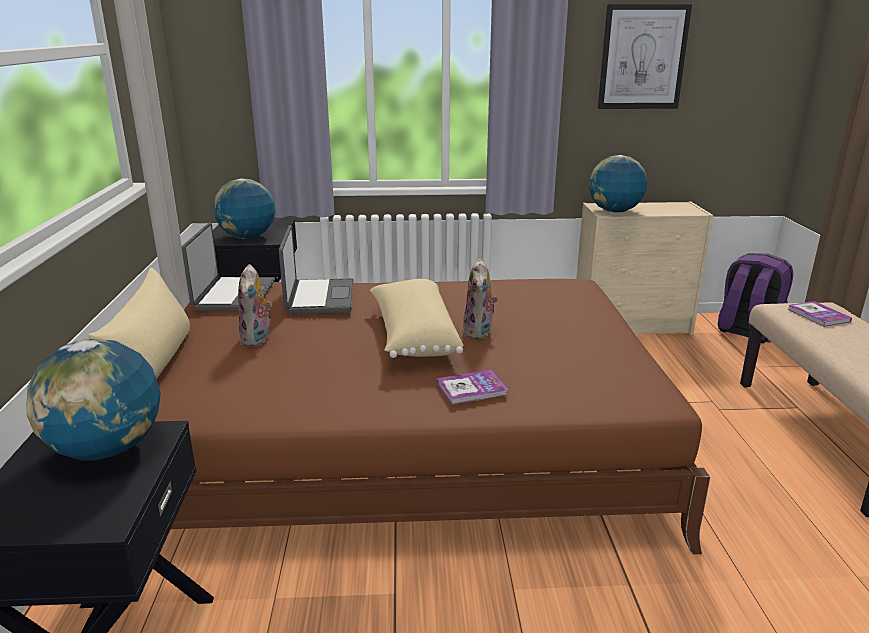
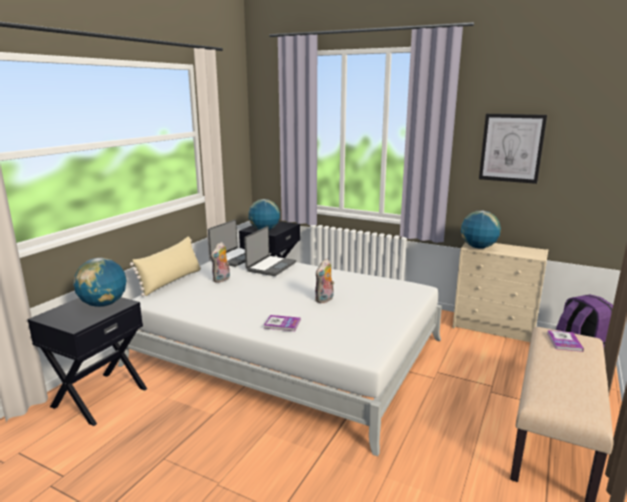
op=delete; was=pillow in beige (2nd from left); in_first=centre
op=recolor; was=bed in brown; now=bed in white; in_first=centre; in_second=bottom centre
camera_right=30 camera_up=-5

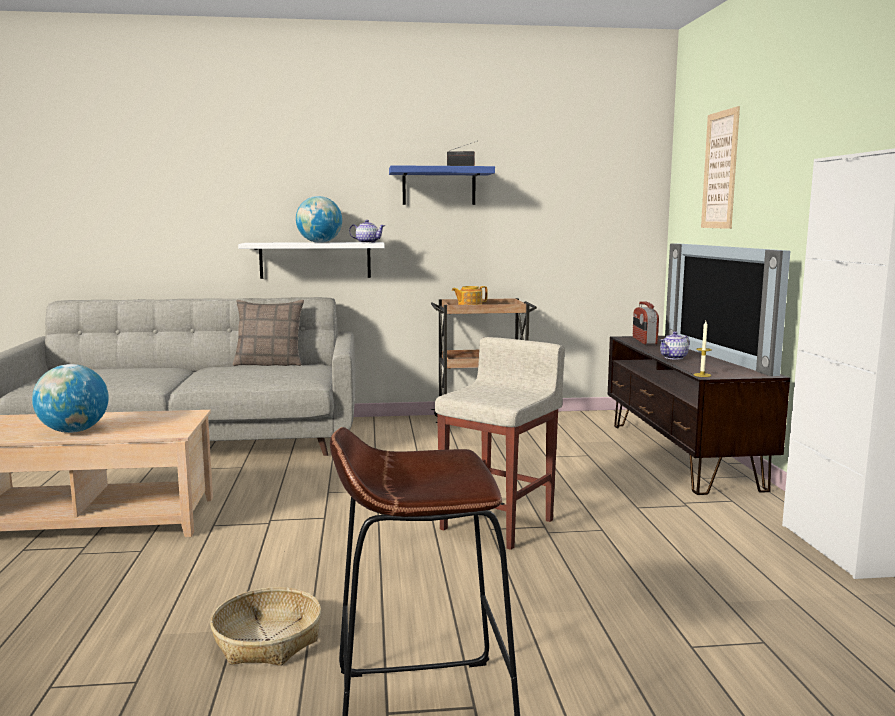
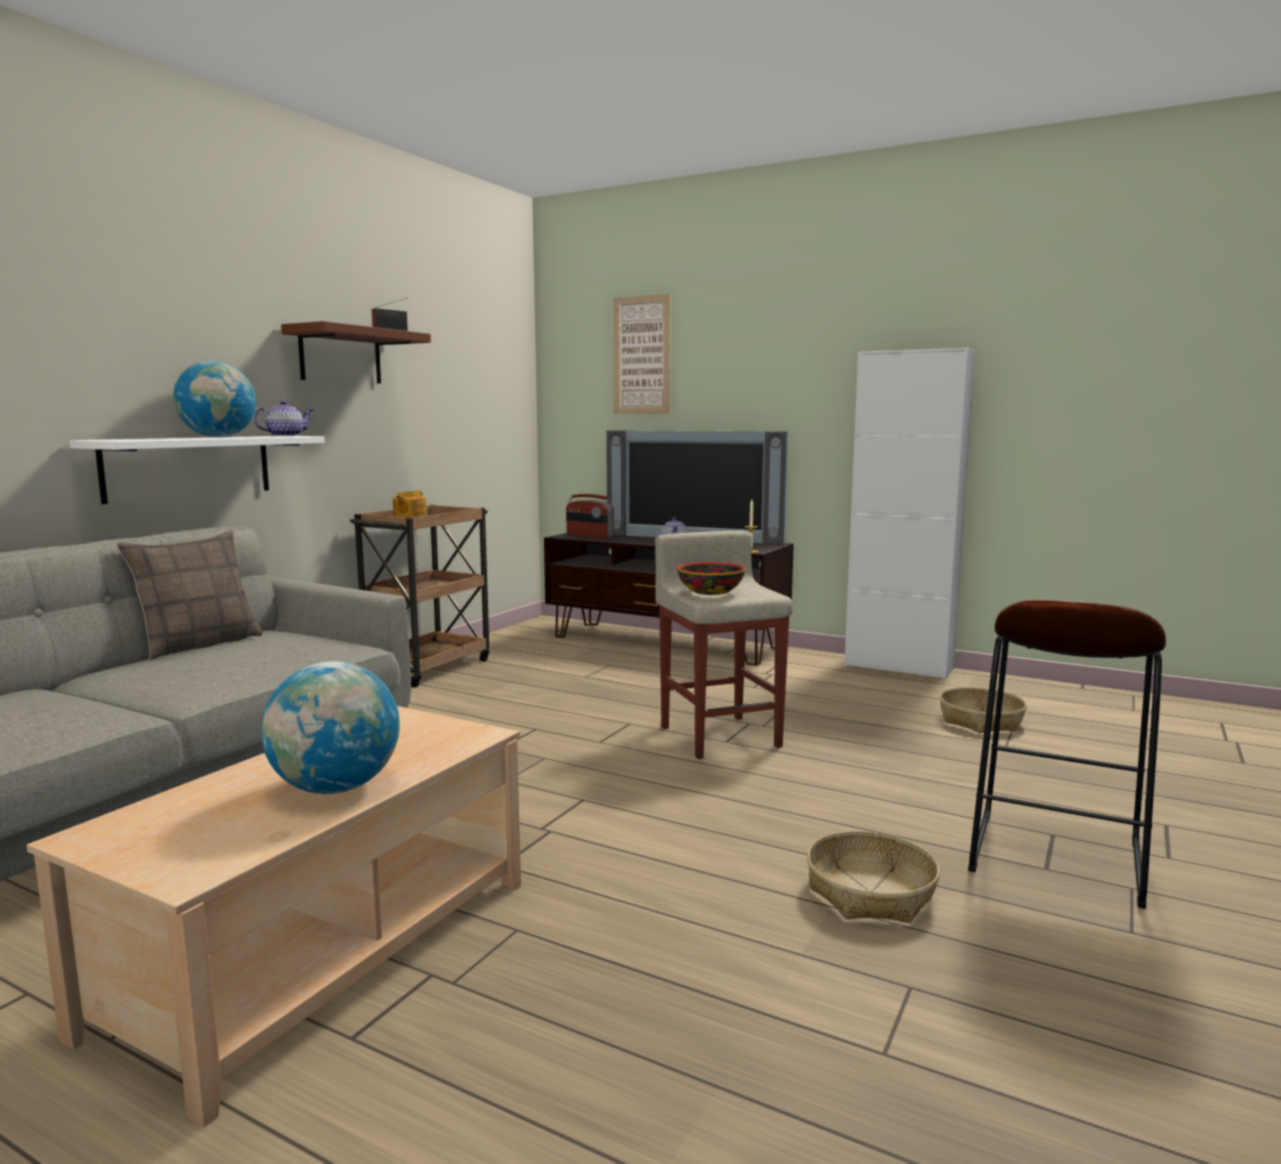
op=insert; now=bowl; in_second=centre
op=insert; now=basket (2nd from left); in_second=middle right
op=recolor; was=shelf in blue; now=shelf in brown; in_first=top centre; in_second=top left
camera_right=-55 camera_up=0

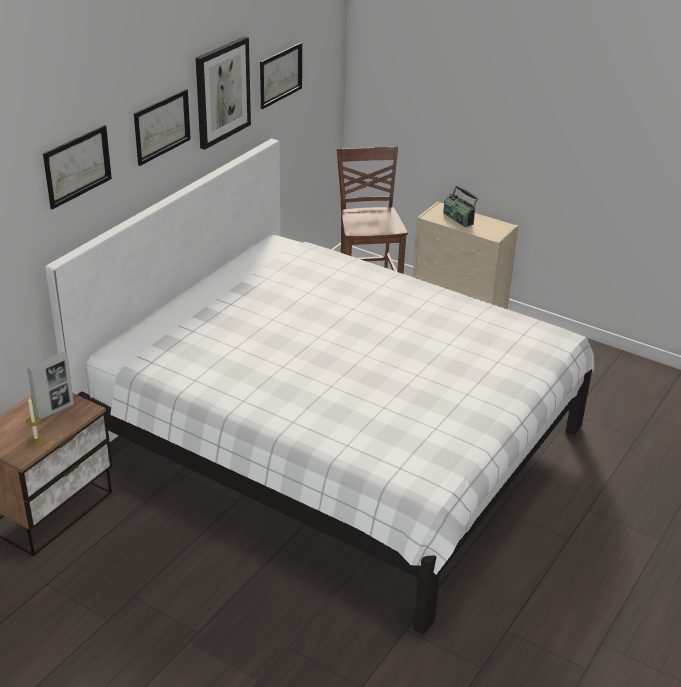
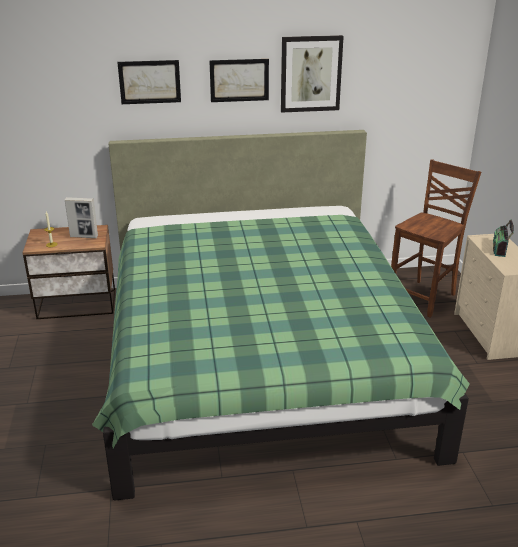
op=delete; was=picture (4th from left); in_first=top centre
op=recolor; was=bed in white; now=bed in green; in_first=centre; in_second=centre
camera_right=50 camera_up=-5

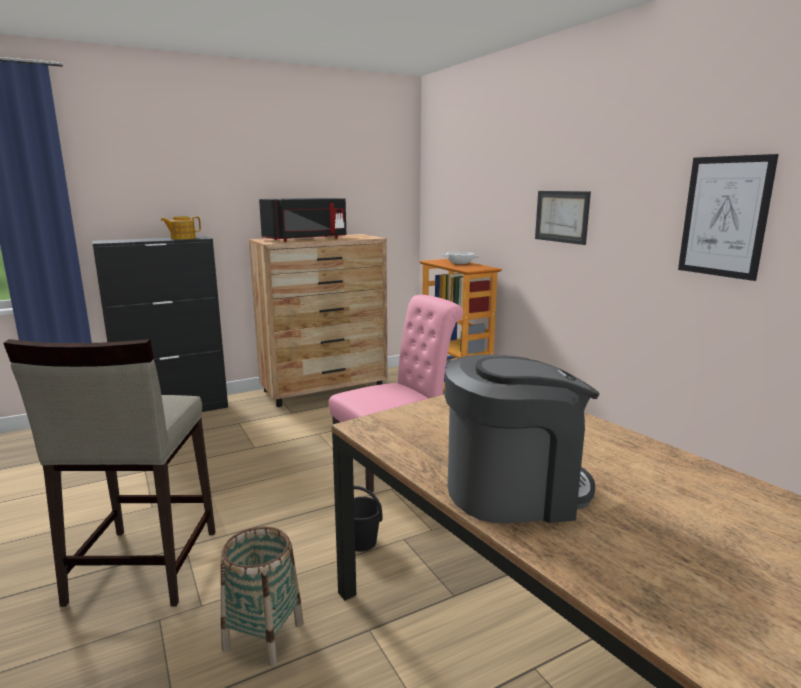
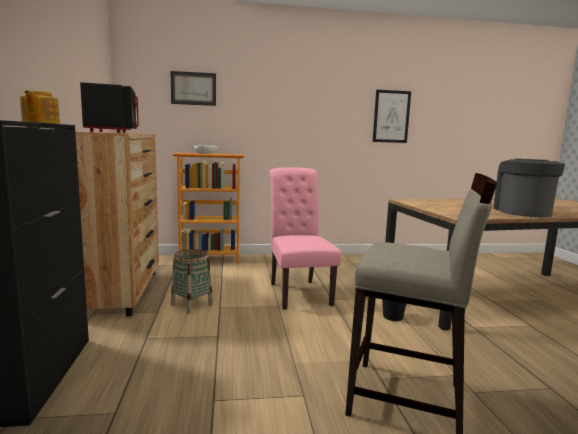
op=move; was=basket; in_first=bottom left; in_second=middle left
op=move; was=picture (1st from left); in_first=top right; in_second=top centre
camera_right=-70 camera_up=-5

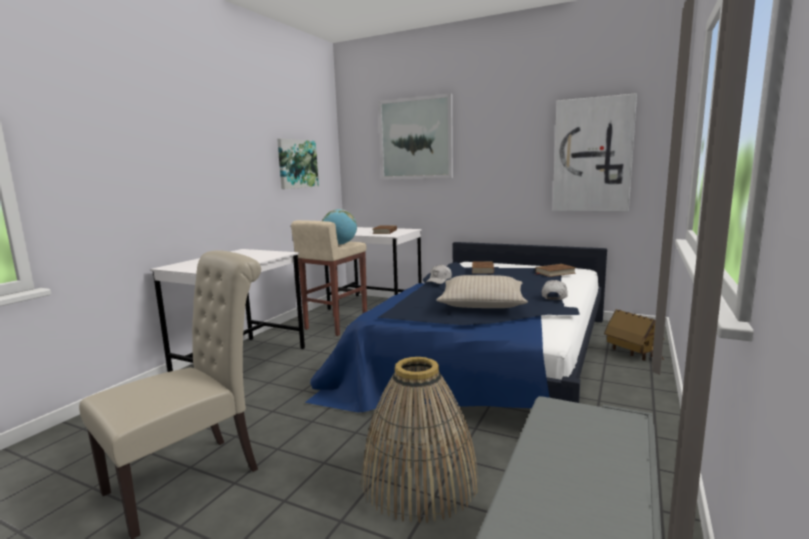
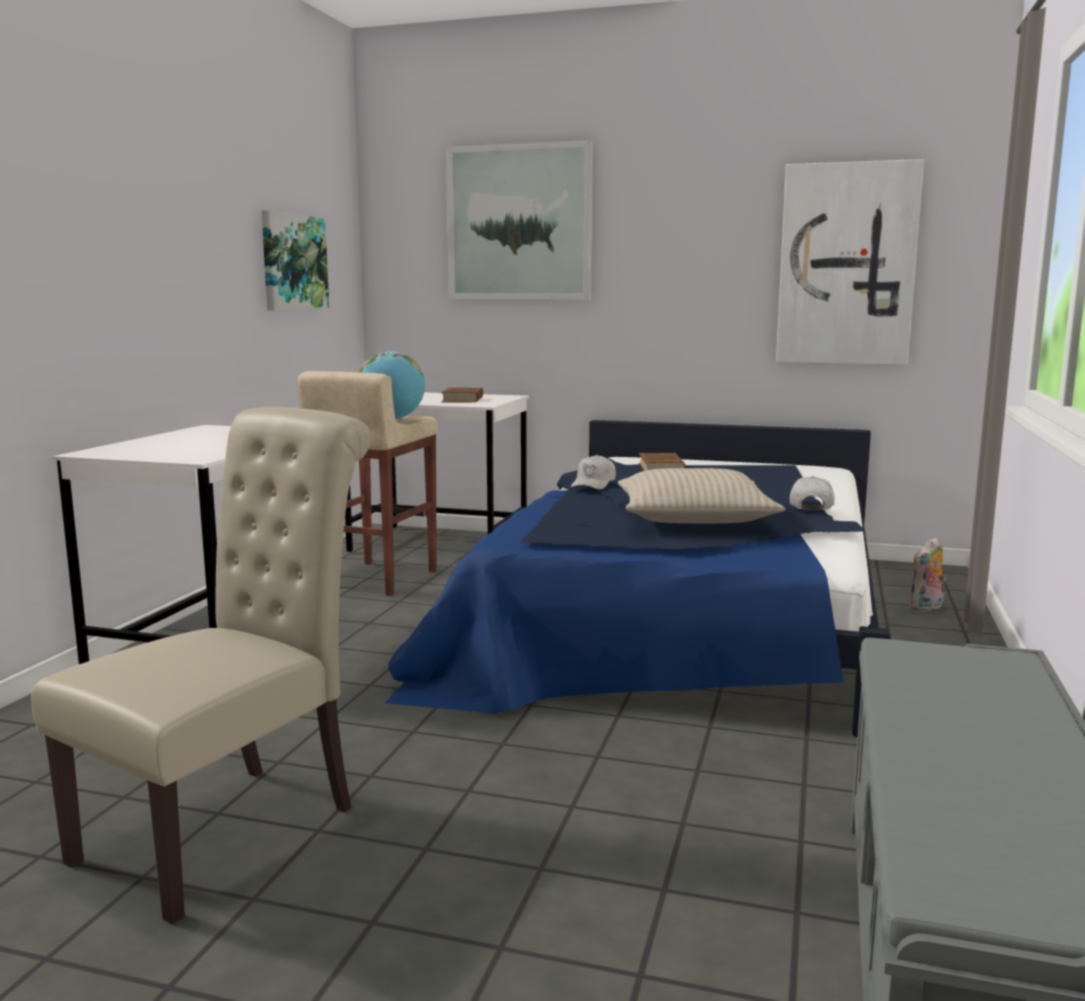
op=delete; was=basket; in_first=bottom centre
op=delete; was=book in brown (3rd from left); in_first=middle right
op=replace; was=toy house; now=plush toy; in_first=middle right; in_second=middle right
camera_right=-10 camera_up=0

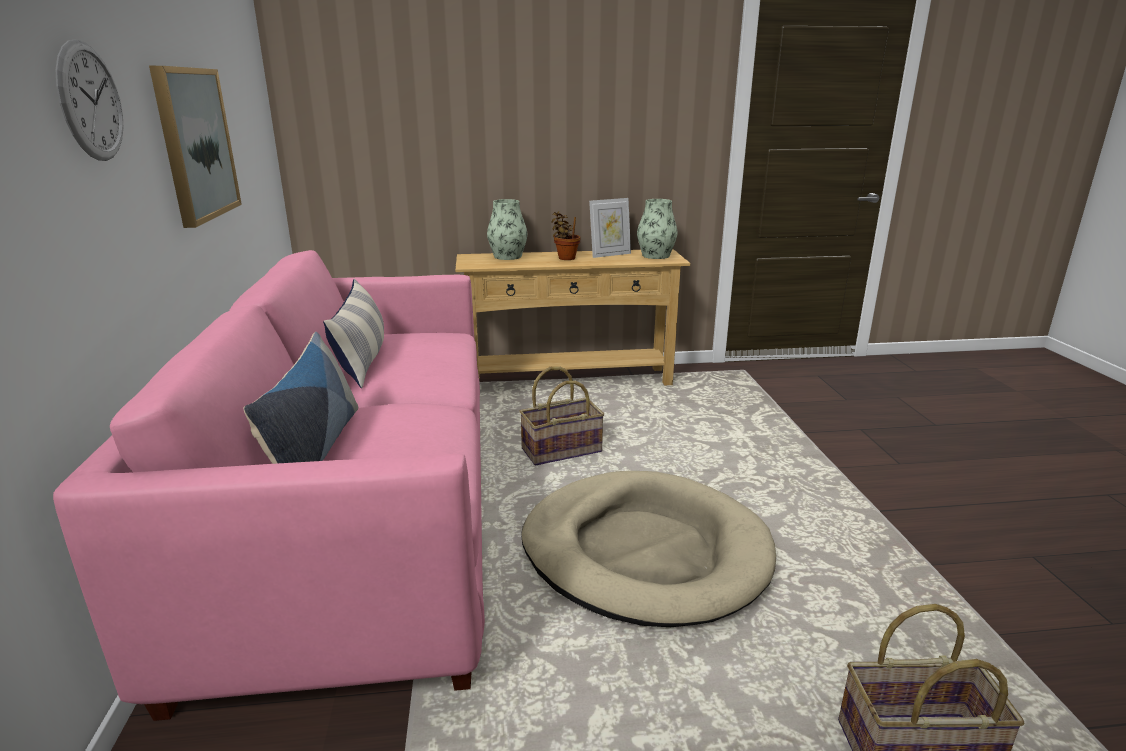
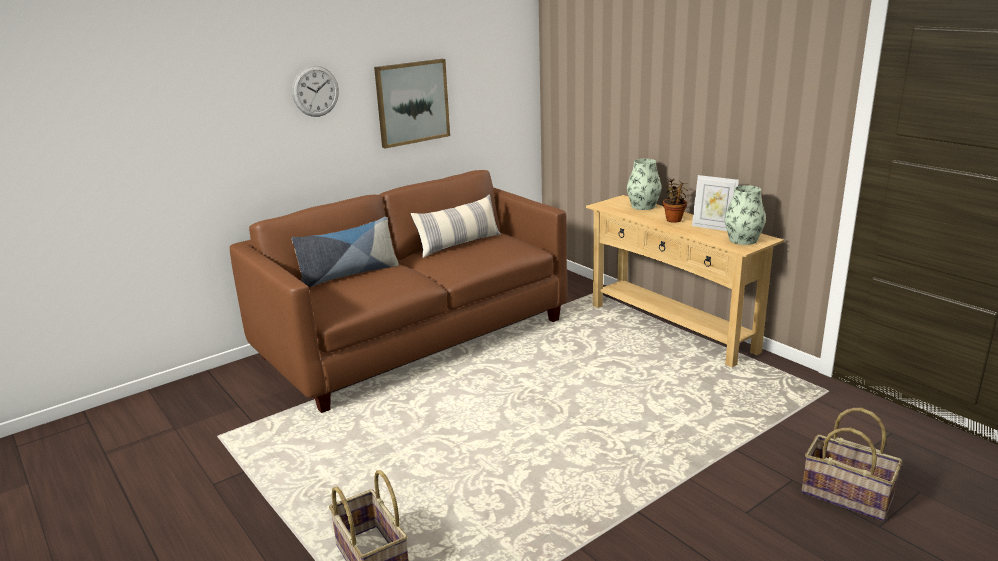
op=delete; was=dog bed in beige; in_first=bottom centre
op=move; was=basket (1st from left in the first image); now=basket (2nd from left); in_first=centre; in_second=bottom right
op=recolor; was=sofa in pink; now=sofa in brown; in_first=middle left; in_second=centre
camera_right=60 camera_up=0

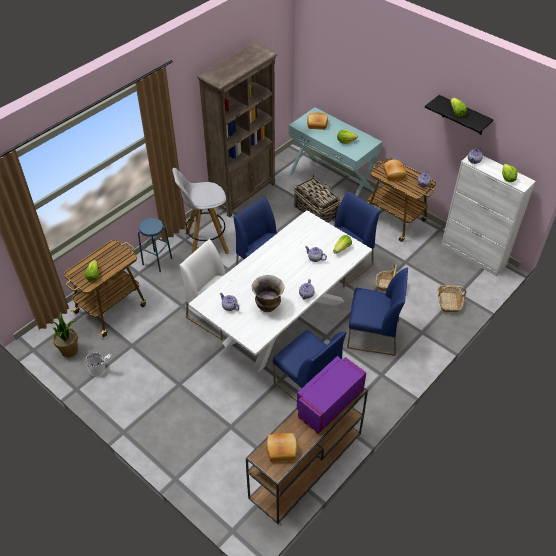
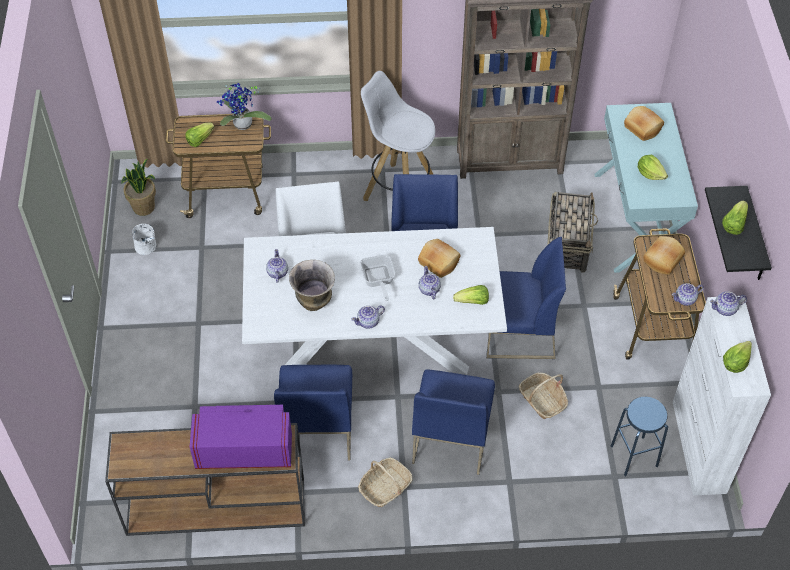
op=insert; now=potted plant (2nd from left); in_second=top left
op=insert; now=frying pan; in_second=centre
op=move; was=stool in blue; in_first=middle left; in_second=bottom right
op=move; was=bread (1st from left); in_first=bottom centre; in_second=centre
op=move; was=basket (3rd from left in the first image); now=basket (1st from left); in_first=middle right; in_second=bottom centre
op=rotate; was=chair in blue (4th from left in the first image); in_first=middle right; in_second=bottom centre; clockwise=45
camera_right=45 camera_up=5

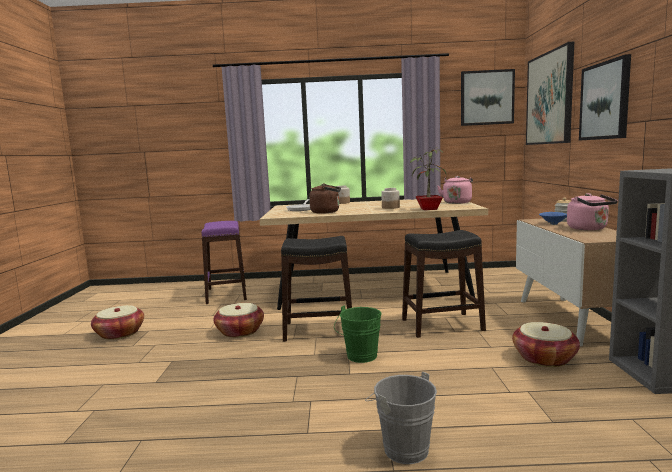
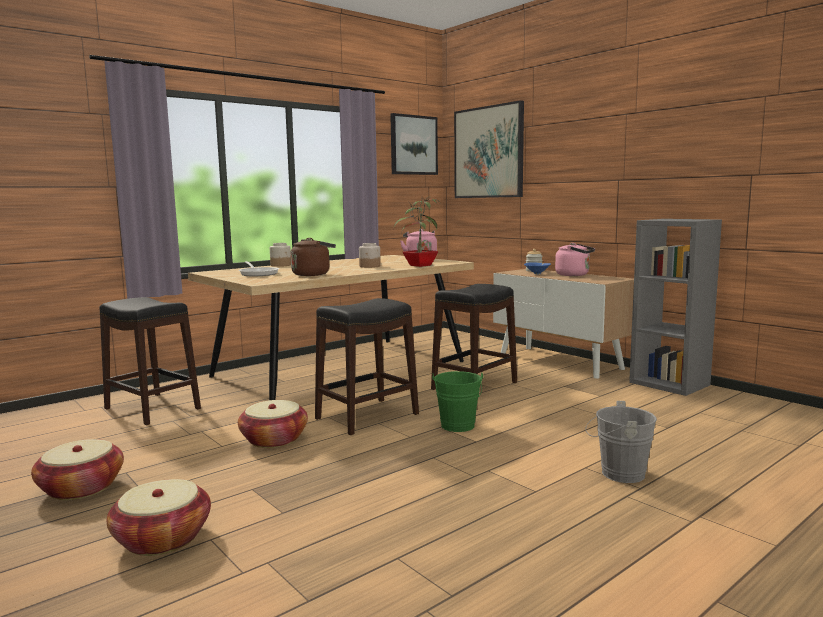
op=delete; was=picture (3rd from left); in_first=top right
op=move; was=basket (3rd from left in the first image); now=basket (2nd from left); in_first=bottom right; in_second=bottom left
op=recolor; was=stool in purple; now=stool in black (1st from left); in_first=centre; in_second=middle left
camera_right=-40 camera_up=0

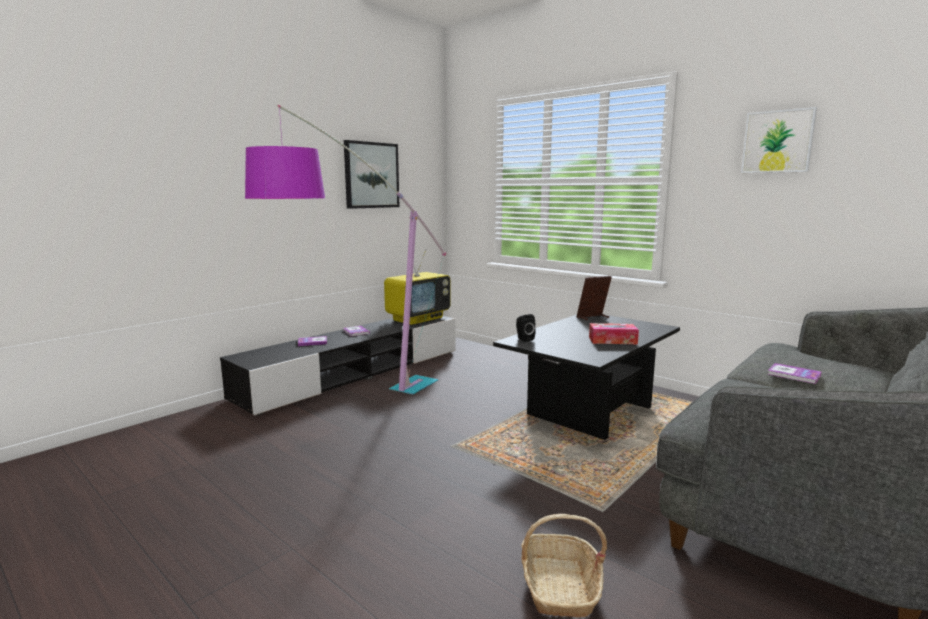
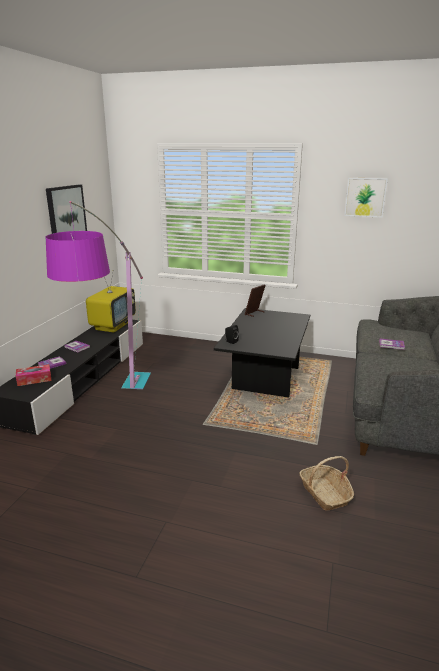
op=move; was=tissue box; in_first=centre; in_second=middle left
camera_right=-25 camera_up=10

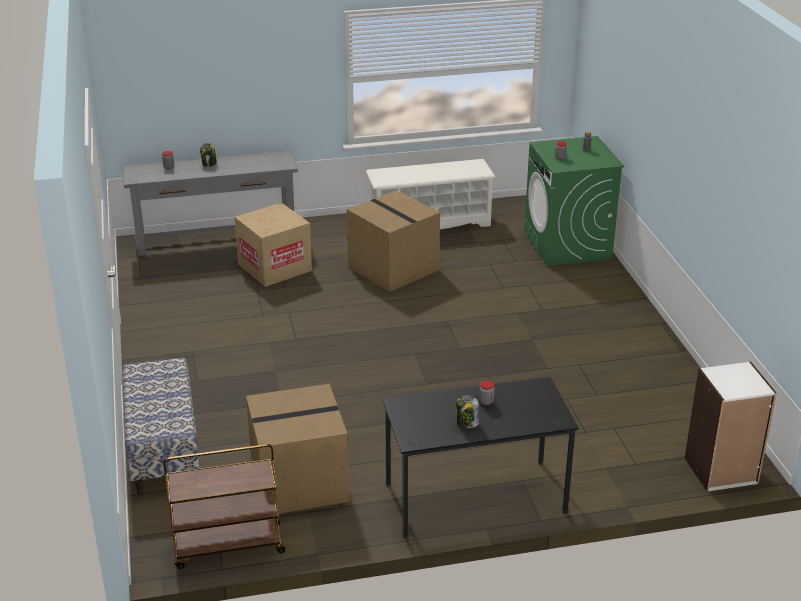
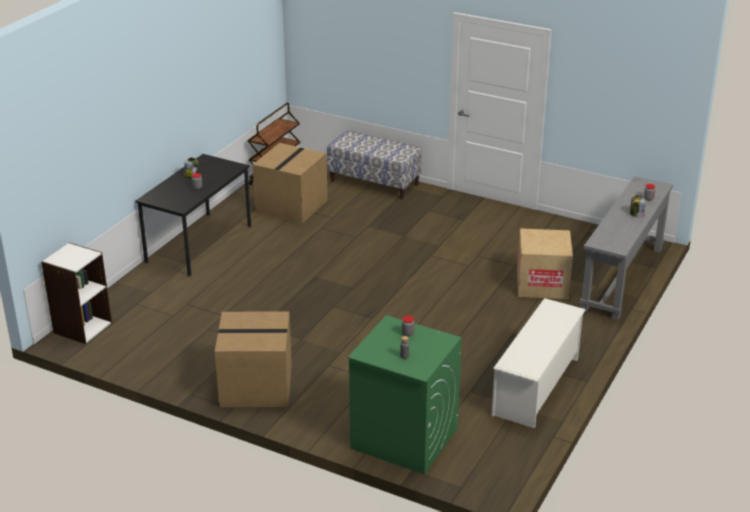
op=move; was=cardboard box (3rd from left in the first image); now=cardboard box (1st from left); in_first=centre; in_second=bottom centre
camera_right=130 camera_up=0

